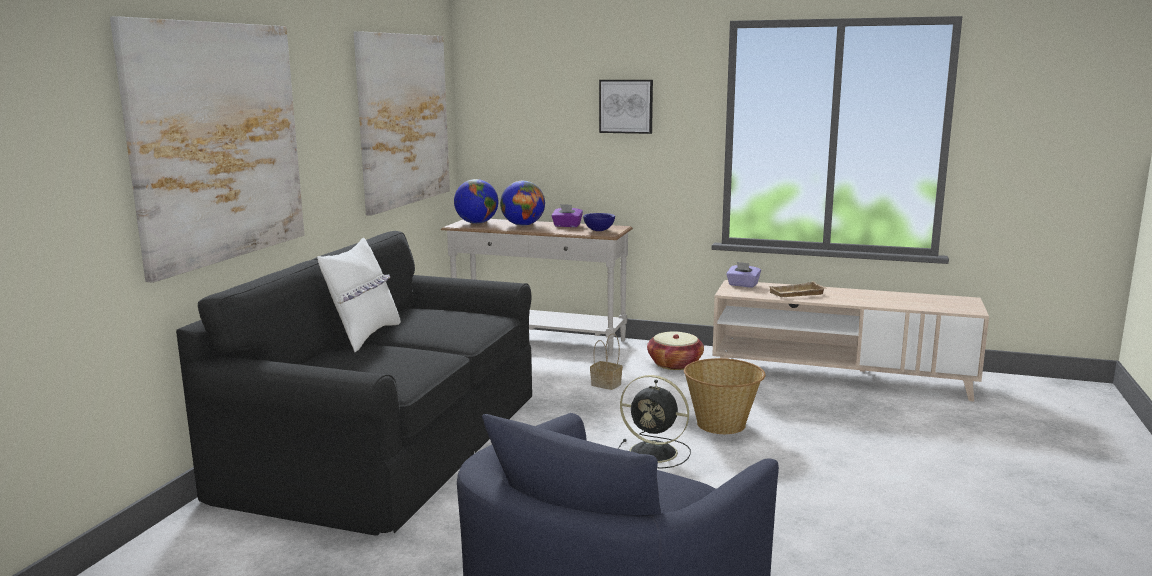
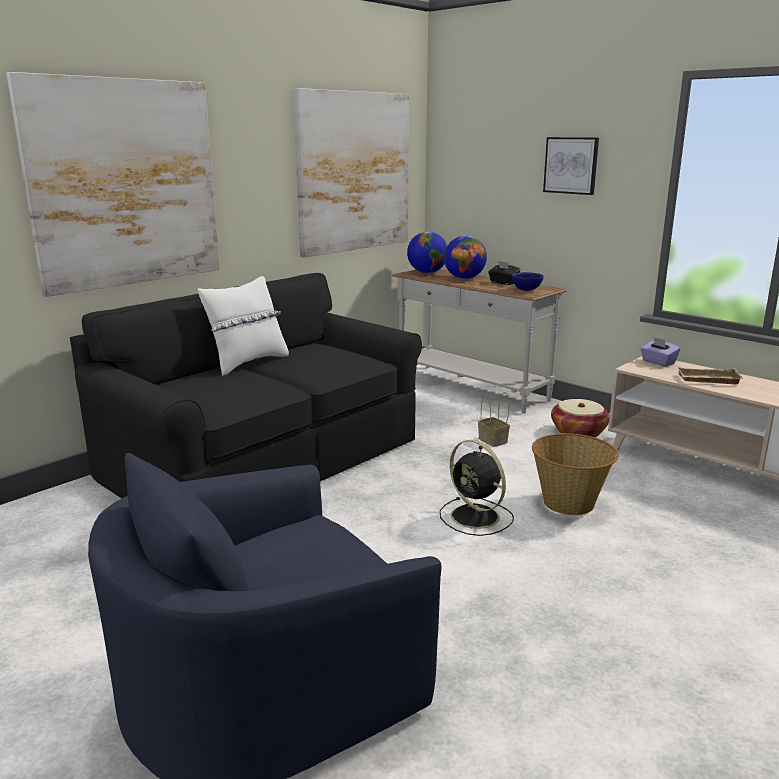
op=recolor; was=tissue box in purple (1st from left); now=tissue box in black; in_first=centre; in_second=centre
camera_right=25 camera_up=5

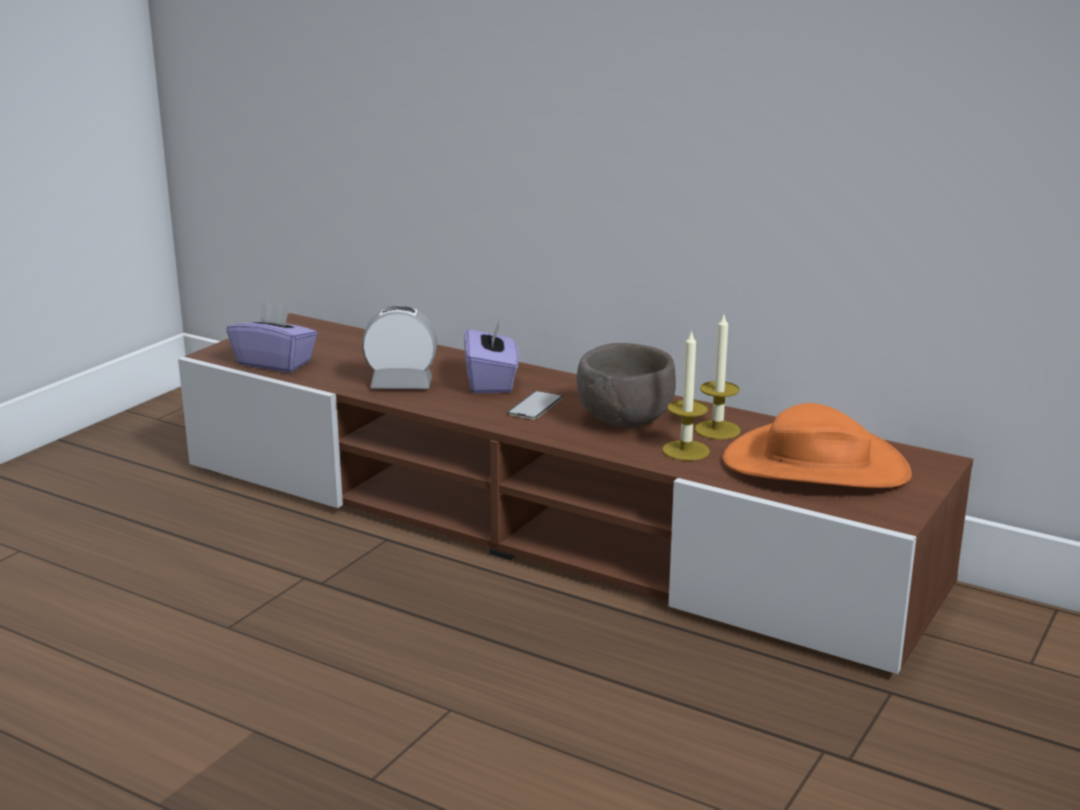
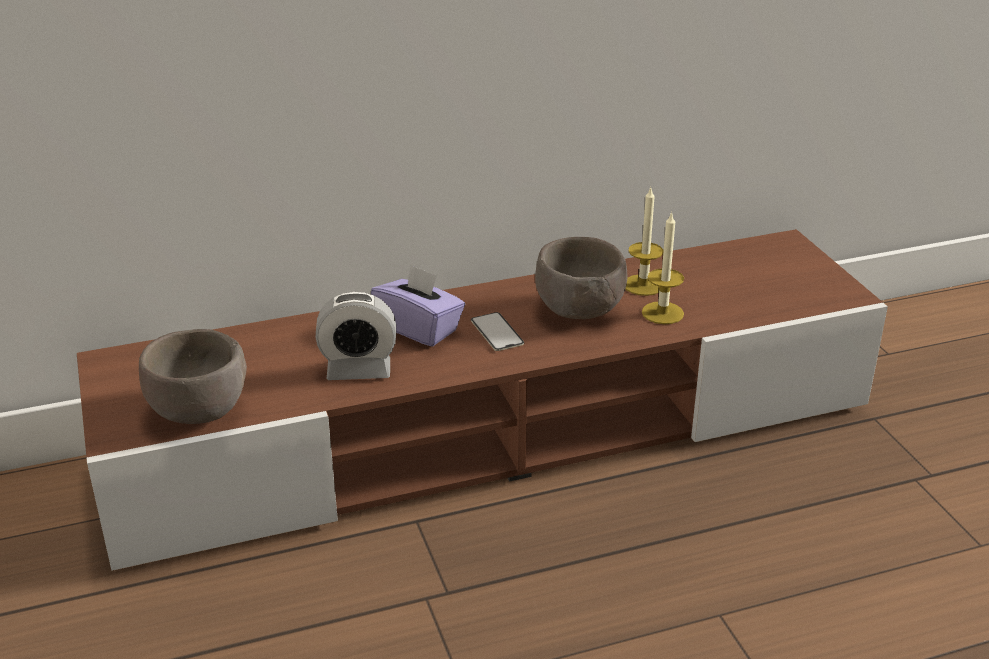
op=delete; was=hat in orange; in_first=middle right
op=replace; was=tissue box in purple (1st from left); now=bowl in brown (1st from left); in_first=middle left; in_second=middle left
op=rotate; was=alarm clock; in_first=centre; in_second=centre; clockwise=-135
camera_right=-50 camera_up=10

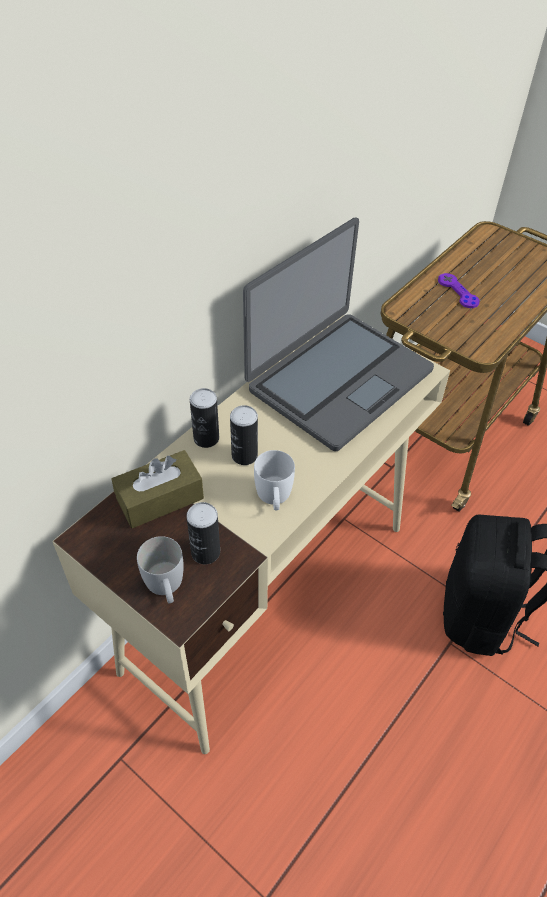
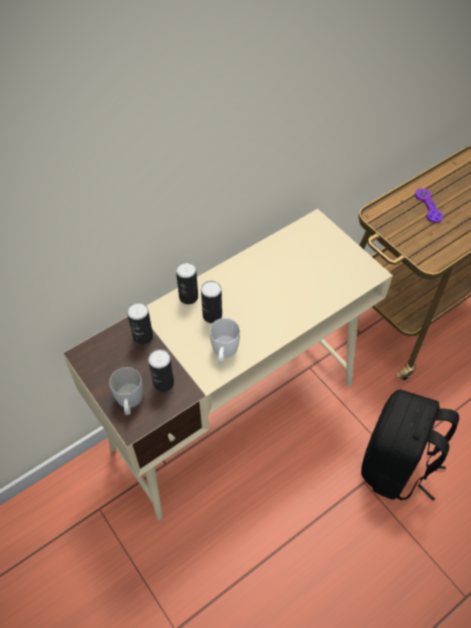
op=delete; was=laptop; in_first=centre
op=replace; was=tissue box in brown; now=can (1st from left); in_first=middle left; in_second=middle left
camera_right=15 camera_up=5

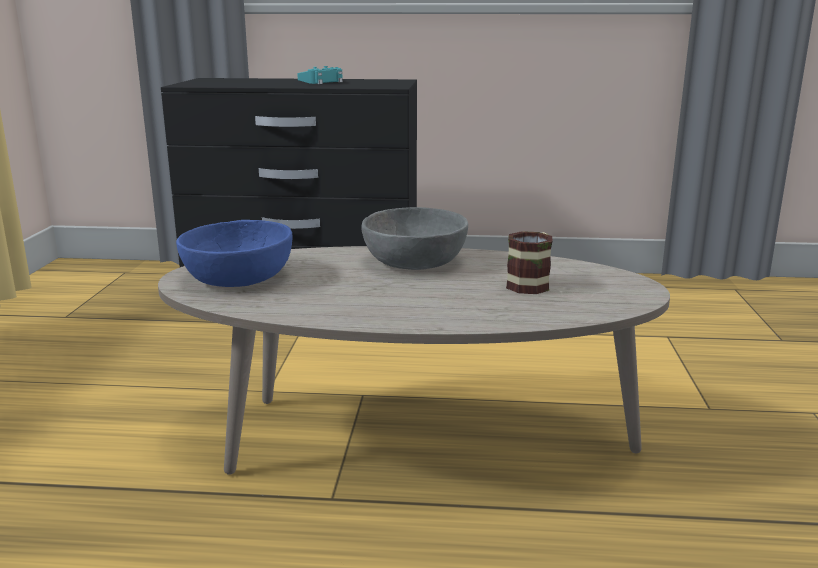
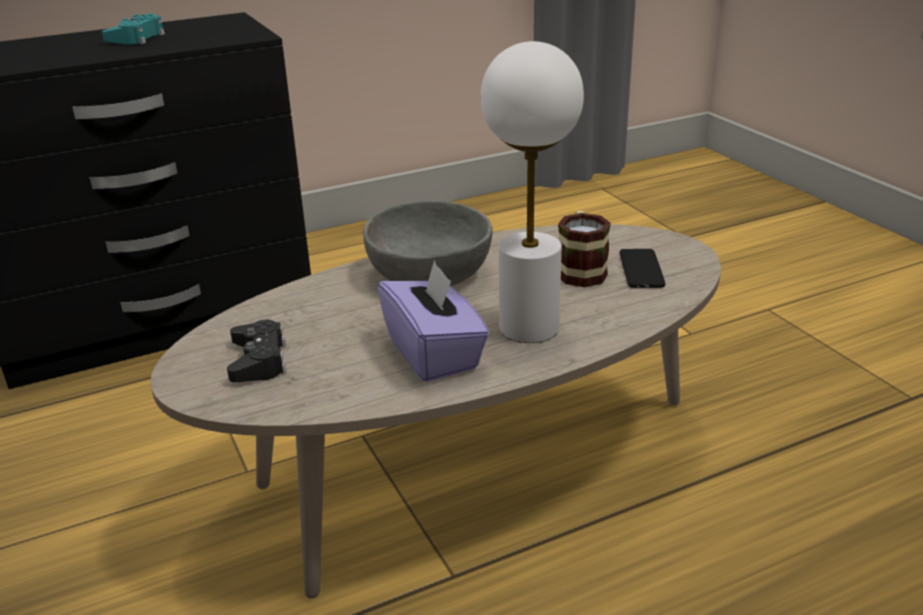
op=insert; now=tissue box in purple; in_second=centre
op=insert; now=table lamp in white; in_second=top centre
op=insert; now=phone; in_second=middle right
op=replace; was=bowl in blue; now=game controller in black; in_first=middle left; in_second=middle left
camera_right=-30 camera_up=10

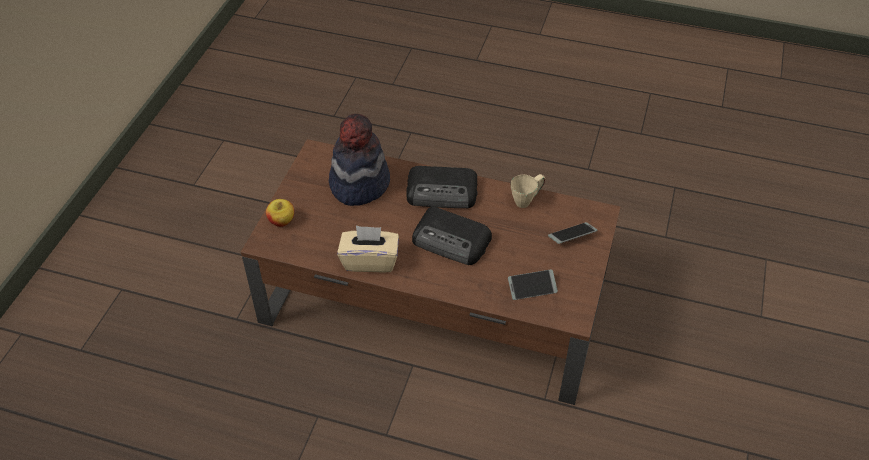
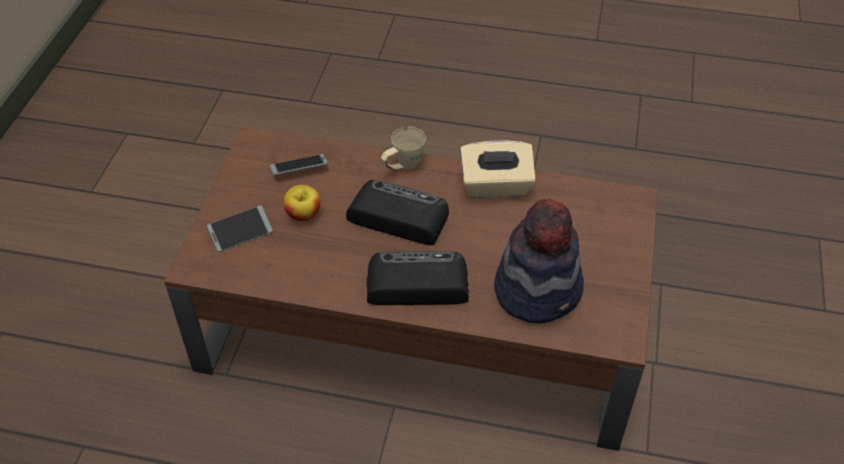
op=move; was=apple; in_first=middle left; in_second=centre
op=move; was=mug in beige; in_first=centre; in_second=top centre
camera_right=175 camera_up=0

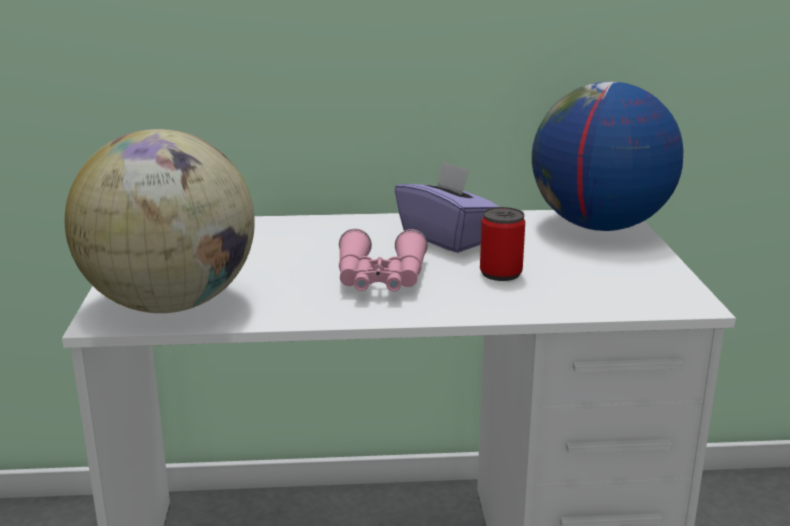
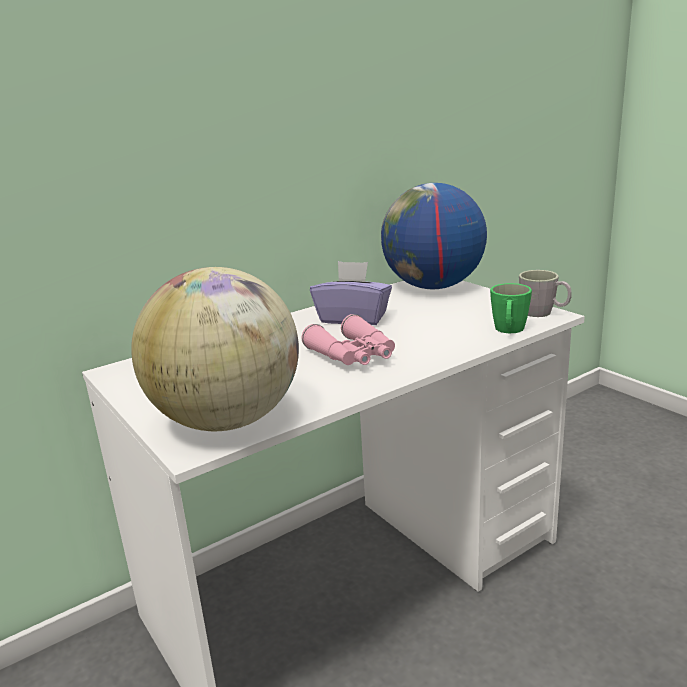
op=delete; was=can; in_first=centre
op=insert; now=mug in green; in_second=middle right
op=insert; now=mug in grey; in_second=middle right
camera_right=-30 camera_up=0

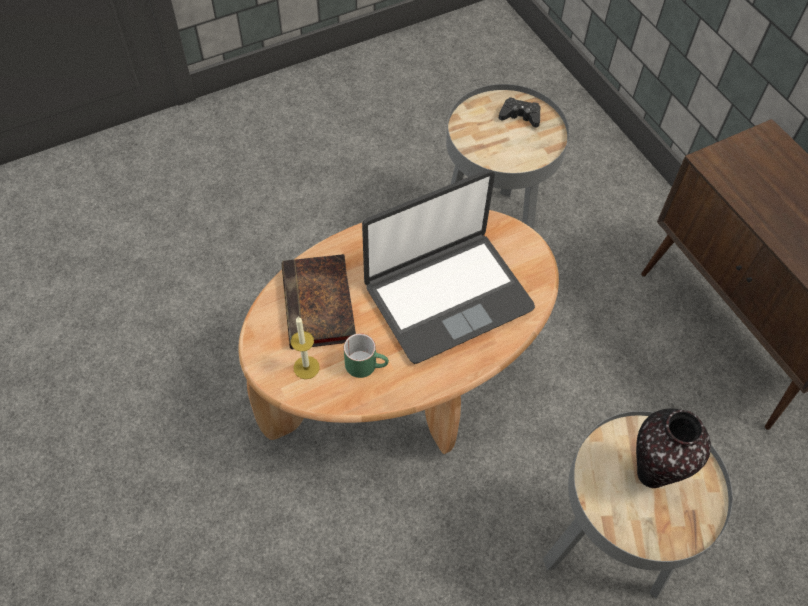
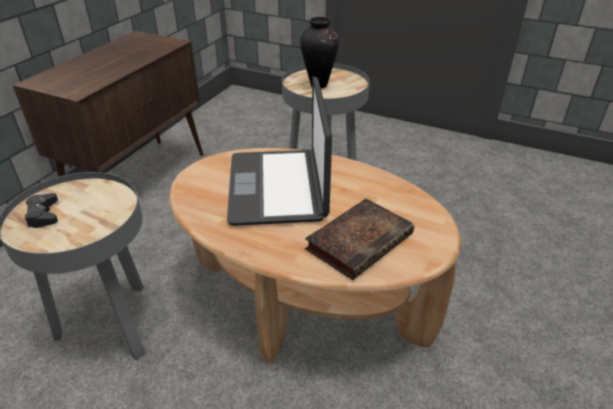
op=delete; was=candle; in_first=centre
op=delete; was=mug in green; in_first=centre
op=rotate; was=laptop; in_first=centre; in_second=centre; clockwise=-120
camera_right=-125 camera_up=-20

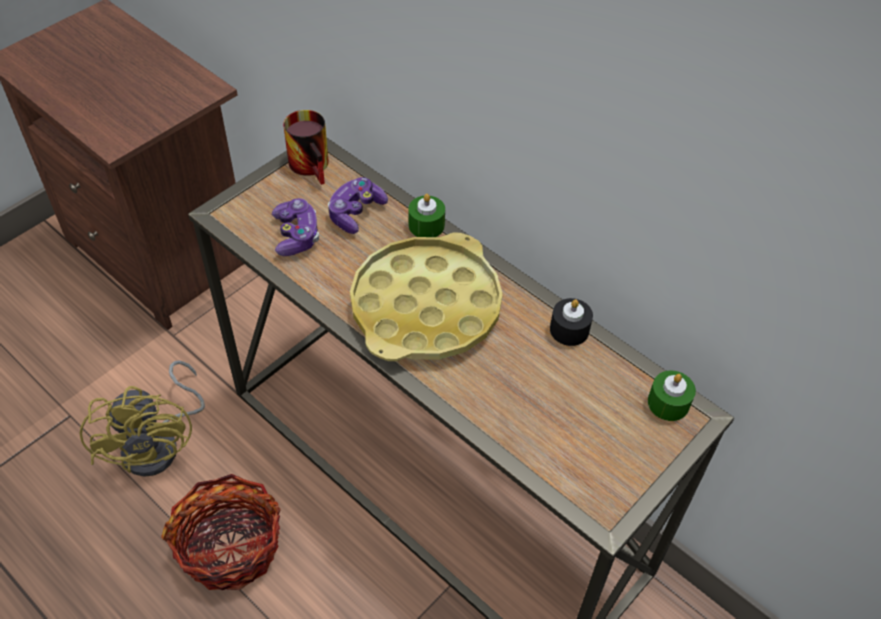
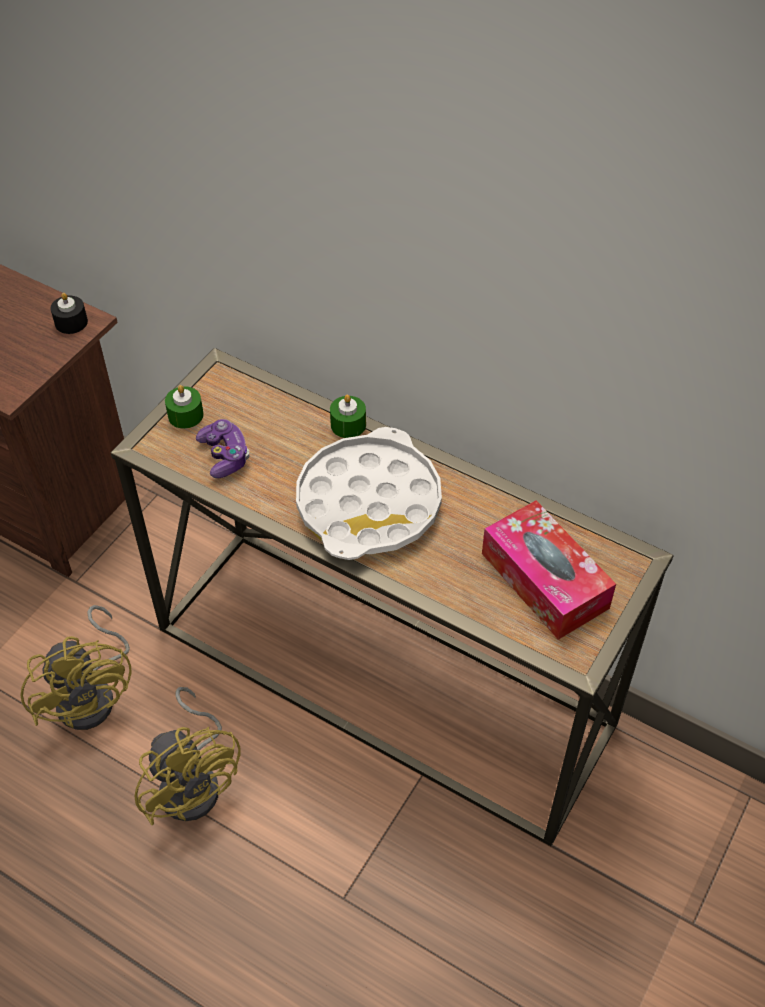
op=delete; was=mug; in_first=top centre
op=delete; was=game controller (2nd from left); in_first=top centre
op=insert; now=tissue box; in_second=middle right
op=move; was=candle in black; in_first=centre; in_second=top left
op=move; was=candle in green (2nd from left in the first image); now=candle in green (1st from left); in_first=middle right; in_second=middle left
op=replace; was=basket; now=fan in yellow (2nd from left); in_first=bottom left; in_second=bottom left
op=recolor; was=tray in yellow; now=tray in white; in_first=centre; in_second=centre
camera_right=-10 camera_up=0

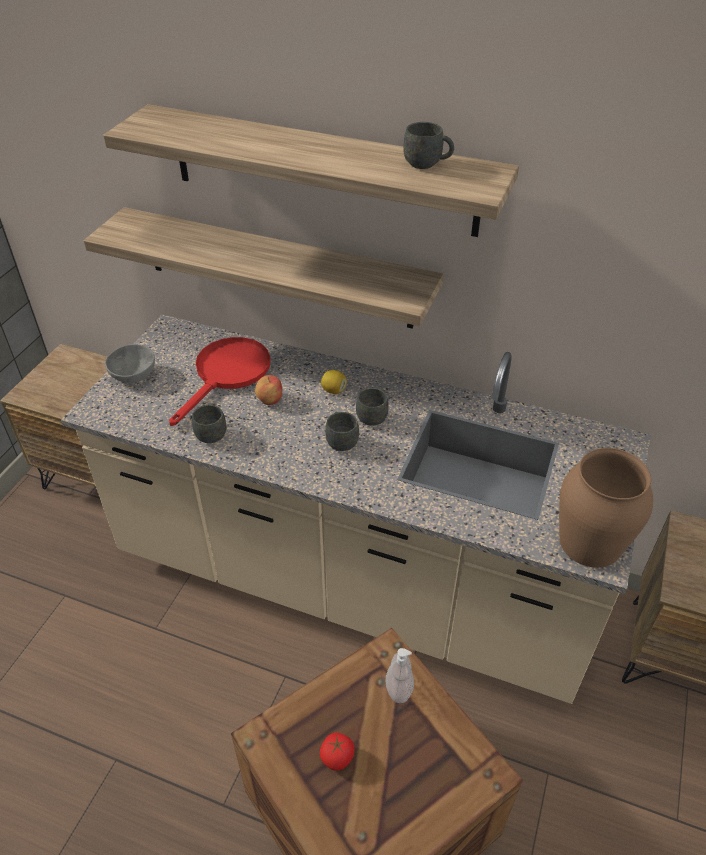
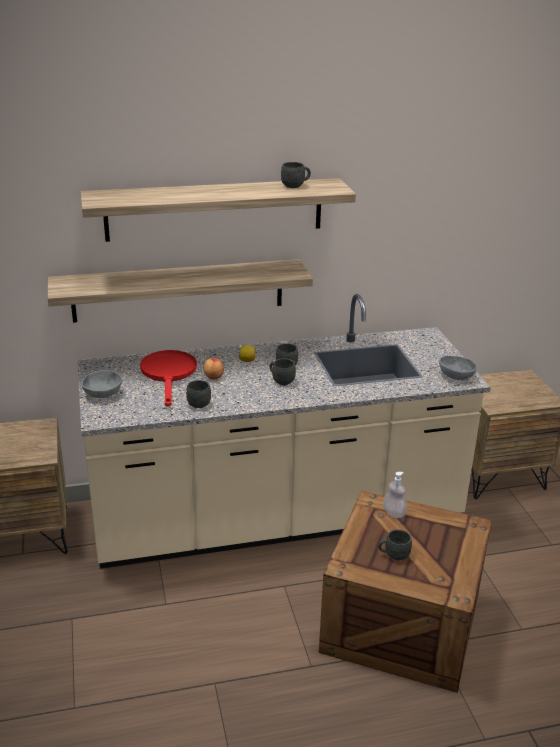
op=replace; was=tomato; now=mug in grey (5th from left); in_first=bottom centre; in_second=bottom right
op=replace; was=vase in brown; now=bowl in grey (2nd from left); in_first=middle right; in_second=middle right
camera_right=-35 camera_up=-15

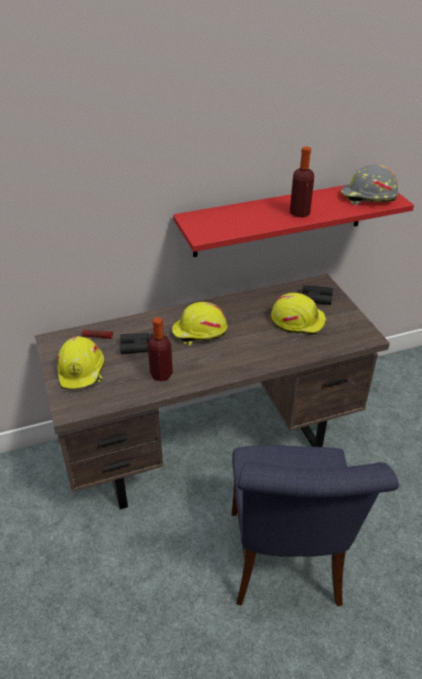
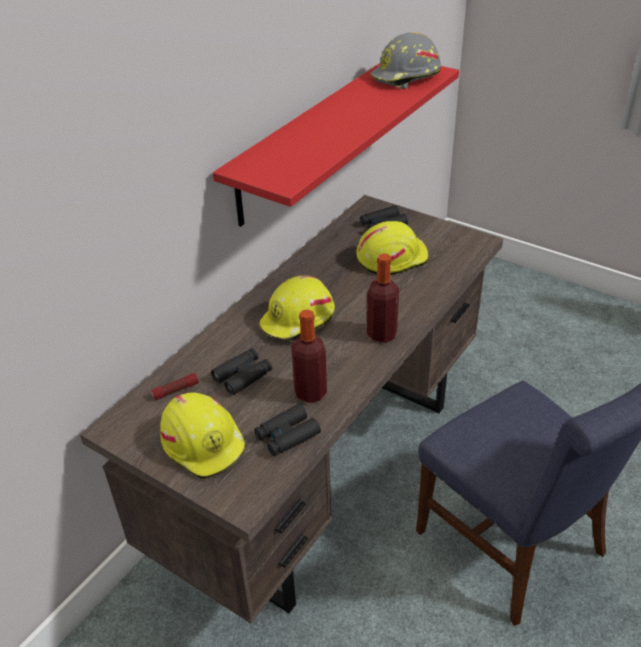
op=insert; now=binoculars in black (2nd from left); in_second=centre
op=move; was=bottle (2nd from left); in_first=top right; in_second=centre
camera_right=-35 camera_up=0

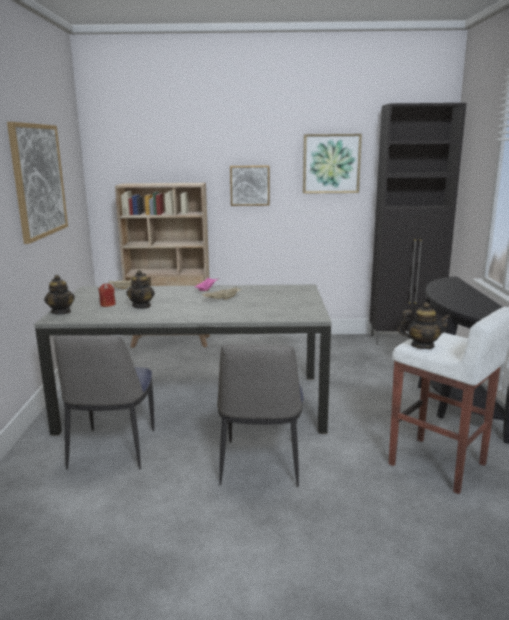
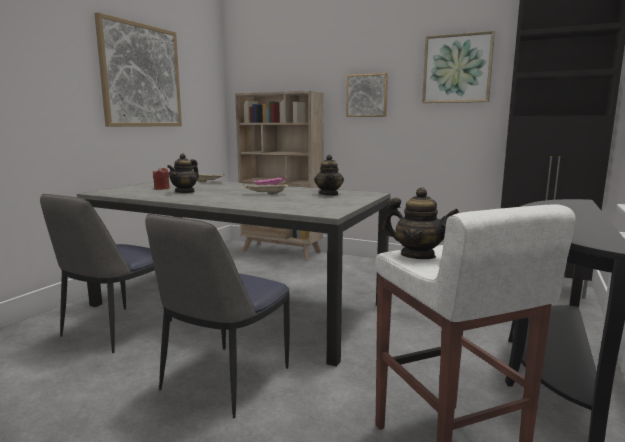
op=move; was=teapot (1st from left in the first image); now=teapot (2nd from left); in_first=middle left; in_second=centre
camera_right=25 camera_up=-5

